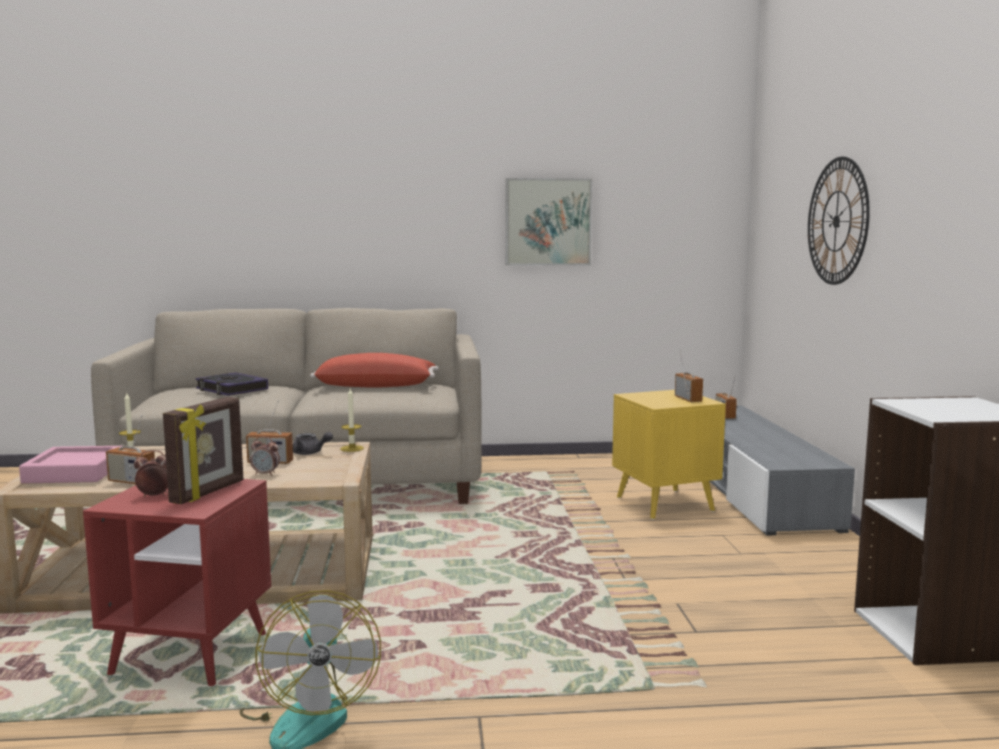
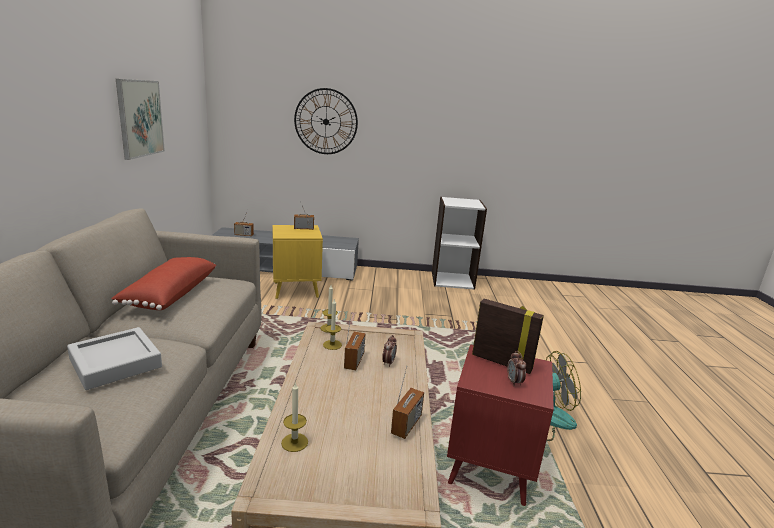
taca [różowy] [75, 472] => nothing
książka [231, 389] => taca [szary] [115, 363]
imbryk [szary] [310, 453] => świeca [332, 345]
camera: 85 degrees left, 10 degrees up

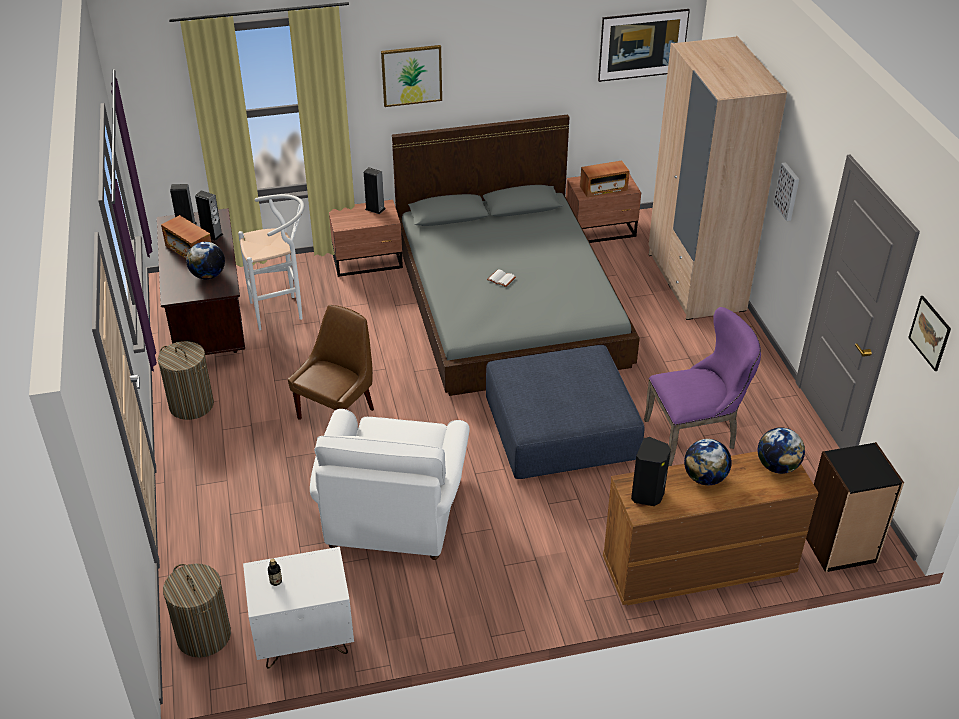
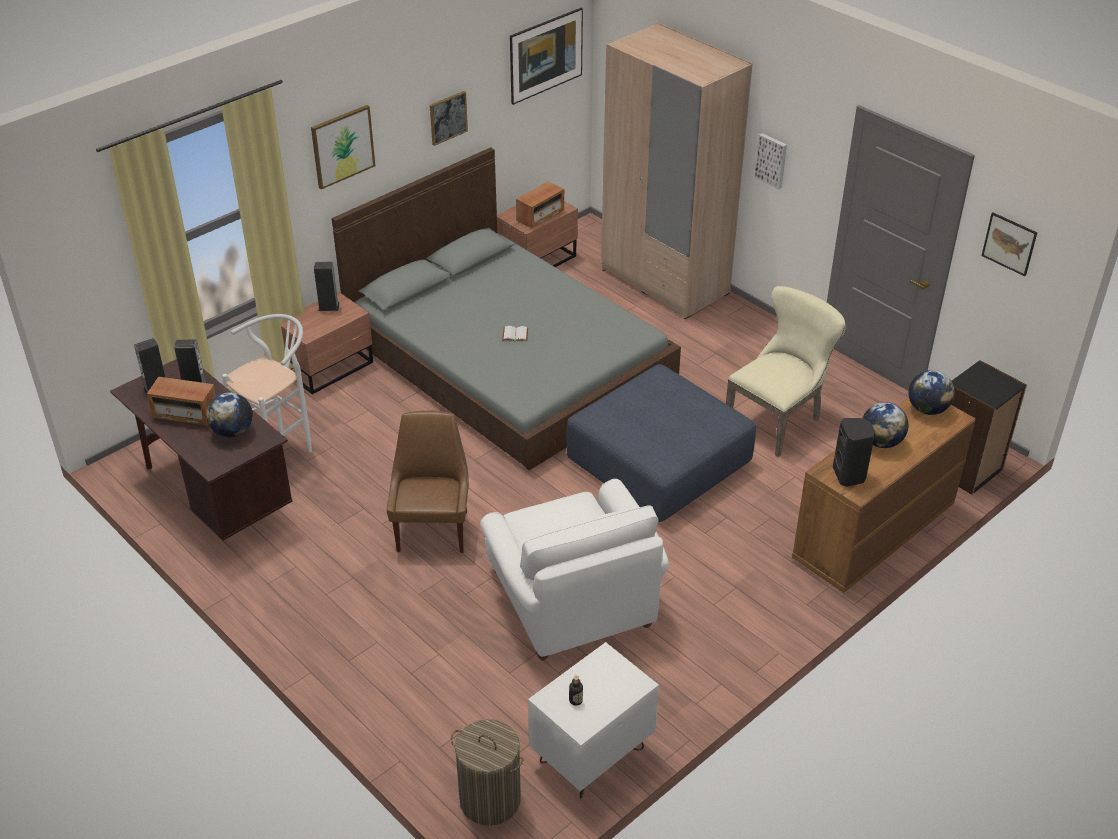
kosz na pranie [191, 405] => nothing
nothing => obraz [448, 117]
krzesło [fioletowy] [696, 435] => krzesło [beżowy] [778, 420]
camera: 30 degrees left, 0 degrees up

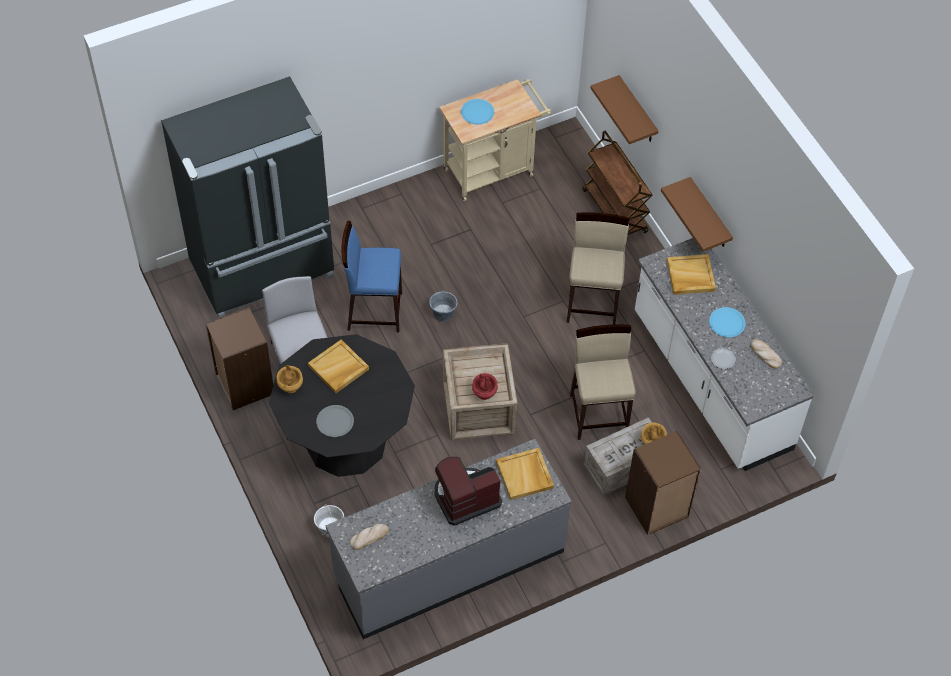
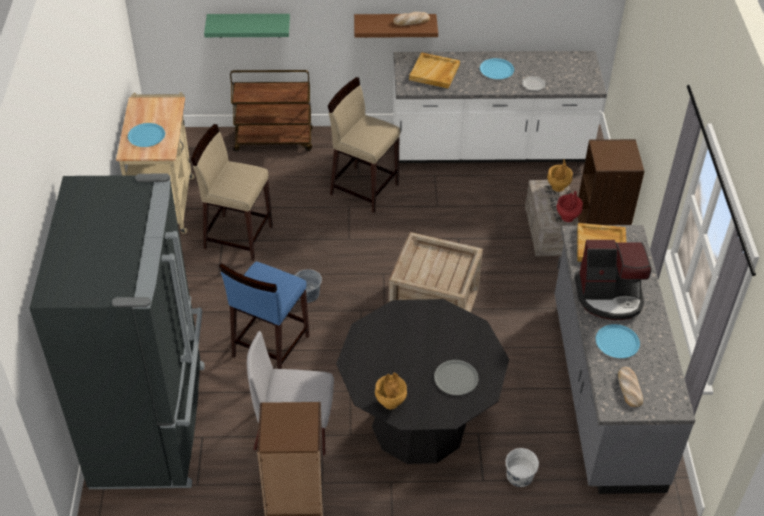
taca [beżowy] [338, 368] => nothing
nothing => talerz [niebieski] [617, 342]
wazon [czerwony] [484, 394] => wazon [czerwony] [567, 217], move
stołek [beżowy] [599, 414] => stołek [beżowy] [238, 236], move
chleb [765, 354] => chleb [411, 21], move
półka [brązowy] [637, 111] => półka [zielony] [249, 25]
ekspres do kawy [465, 497] => ekspres do kawy [609, 296], 90 degrees counterclockwise
camera: 65 degrees left, 10 degrees down

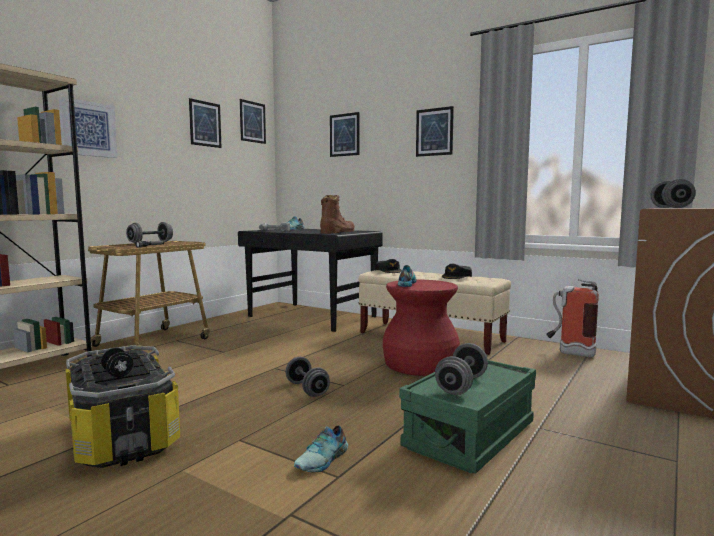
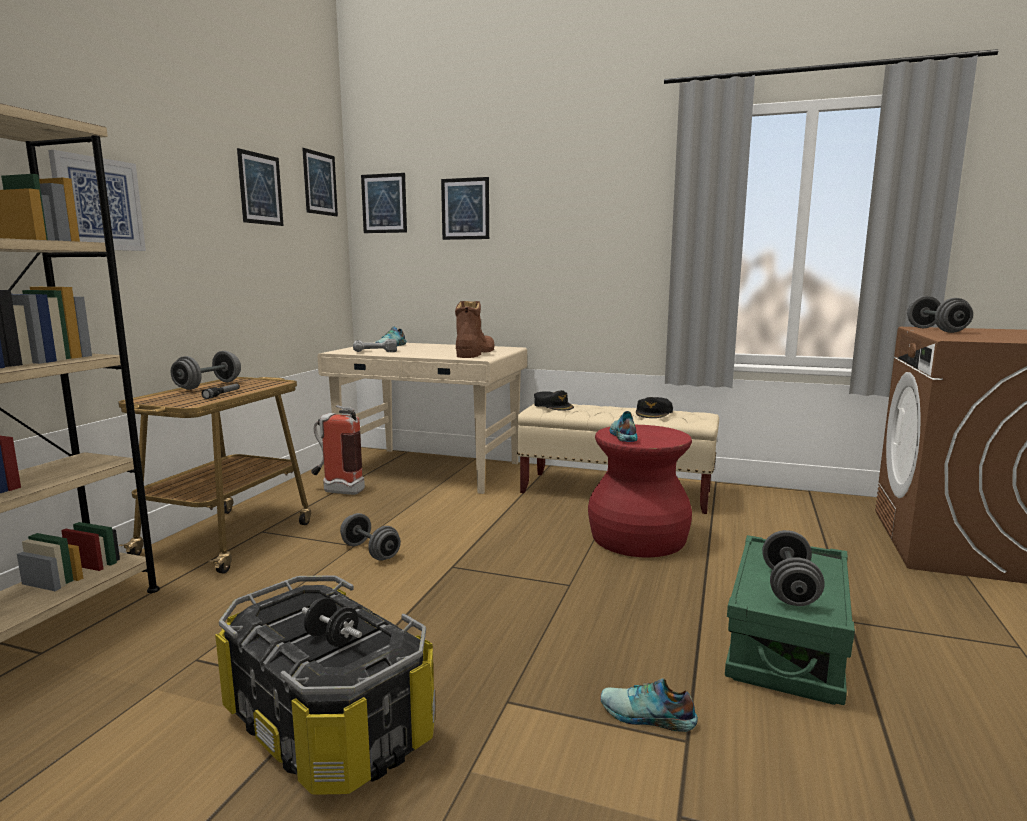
hantel [szary] [307, 389] => hantel [szary] [370, 551], move
obraz [434, 132] => obraz [384, 203], move
gaśnica [569, 353] => gaśnica [337, 491], move
biurko [czarny] [311, 317] => biurko [beżowy] [430, 470]
but [323, 460] => but [647, 716], 90 degrees clockwise
camera: 15 degrees left, 5 degrees up

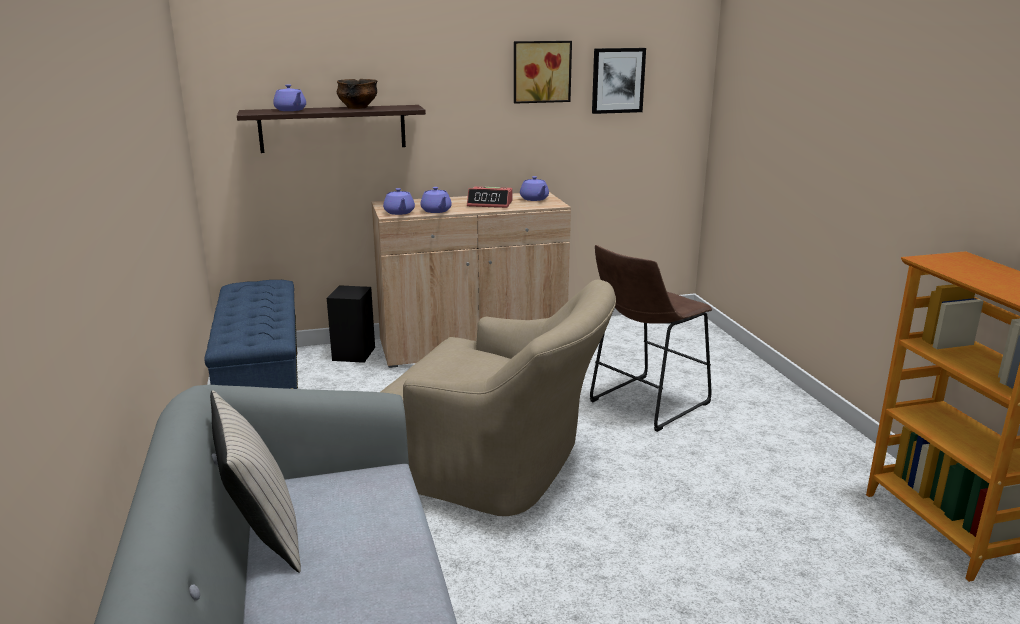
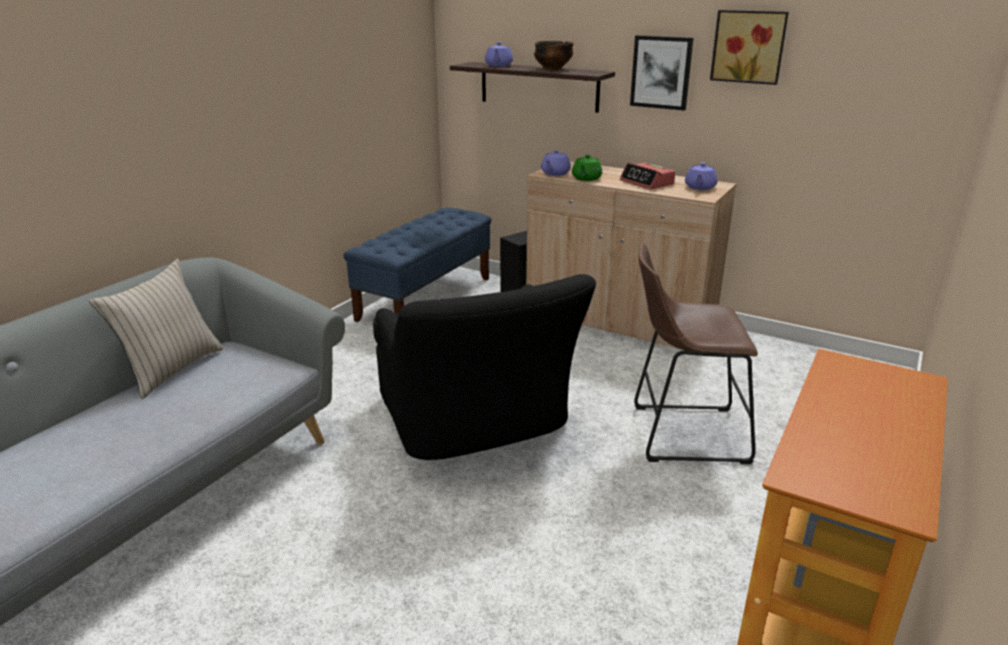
obraz [617, 80] => obraz [661, 72], move
fotel [beżowy] [501, 466] => fotel [czarny] [477, 421]
imbryk [fioletowy] [436, 211] => imbryk [zielony] [586, 178]
camera: 45 degrees right, 5 degrees up

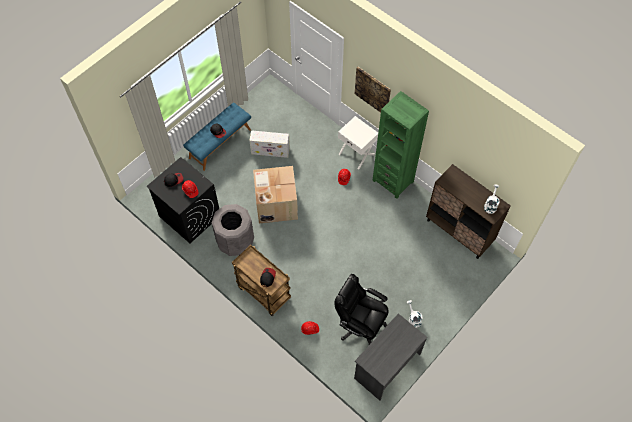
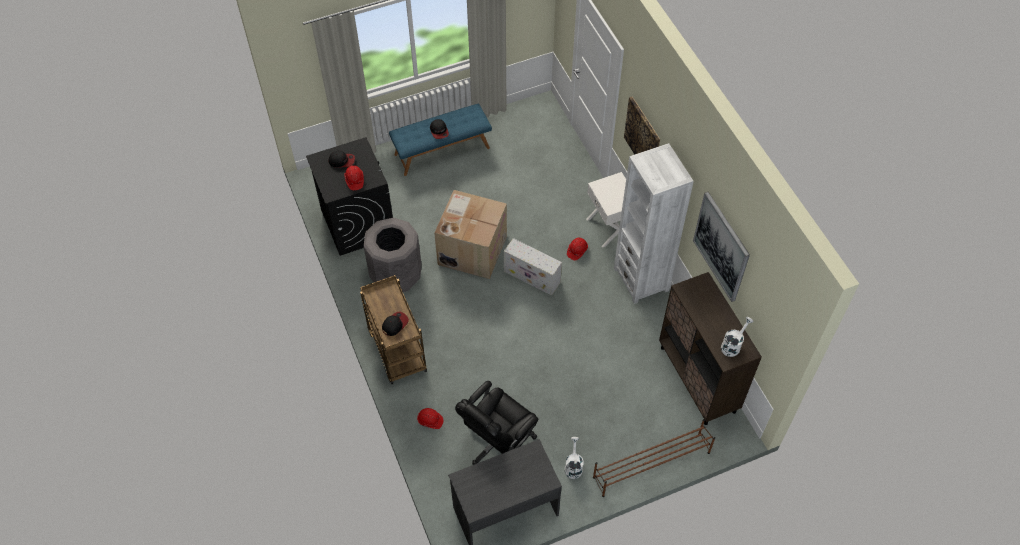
nothing => regał na buty [brązowy] [651, 465]
nothing => obraz [721, 246]
pojemnik do przechowywania [biały] [271, 150] => pojemnik do przechowywania [biały] [533, 277], move
regał [zielony] [393, 181] => regał [biały] [641, 279]
krzesło biurowe [czarny] [360, 324] => krzesło biurowe [czarny] [498, 443], 105 degrees counterclockwise
camera: 25 degrees right, 5 degrees down

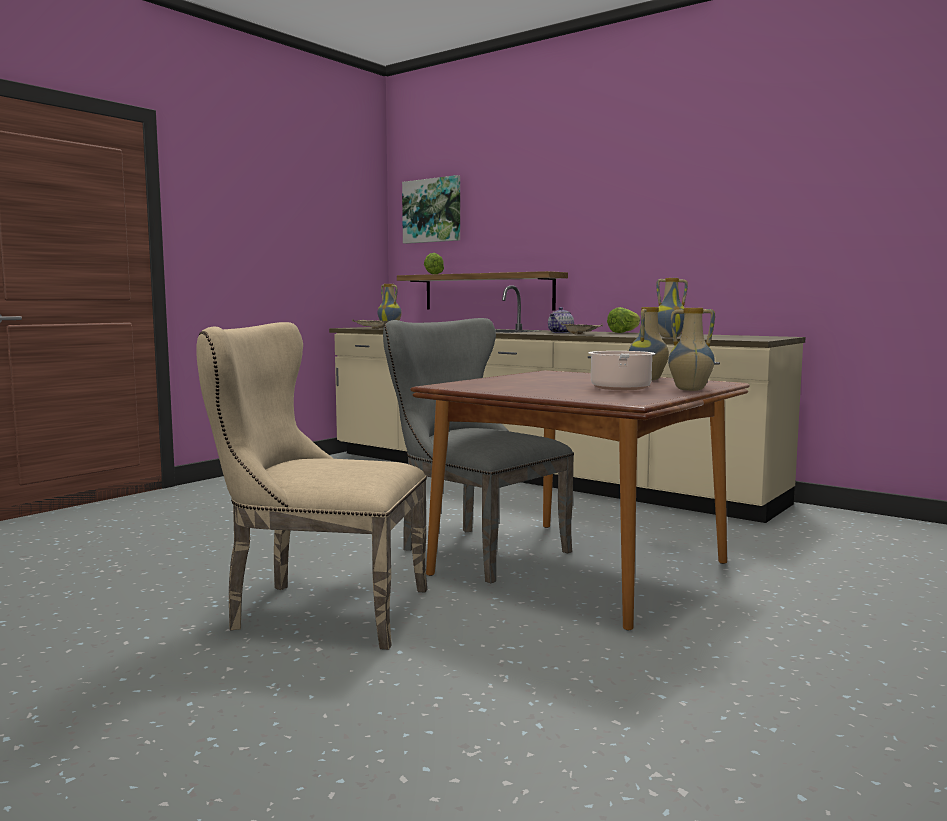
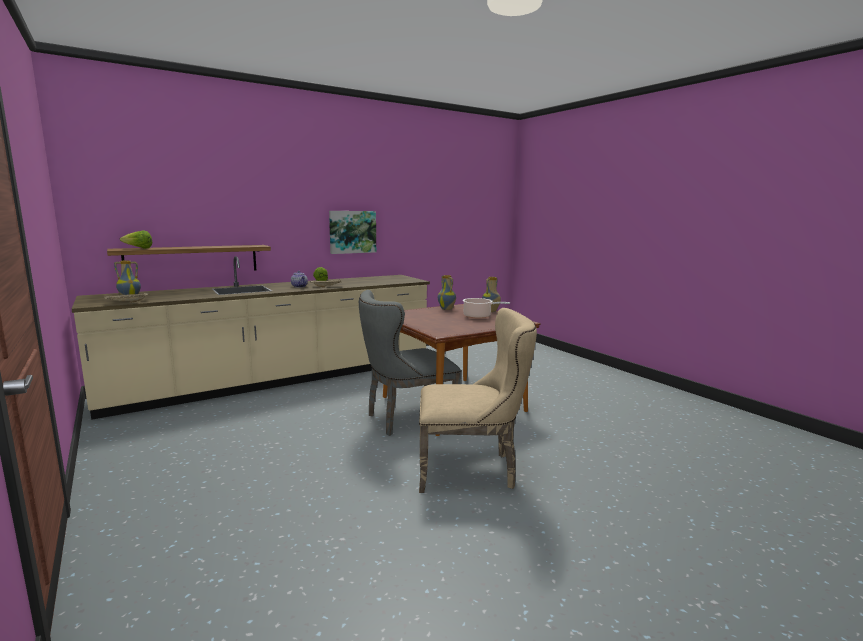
wazon [670, 337] => nothing
obraz [432, 210] => obraz [352, 232], move
krzesło [beżowy] [317, 611] => krzesło [beżowy] [472, 470], 120 degrees counterclockwise
camera: 70 degrees left, 5 degrees up

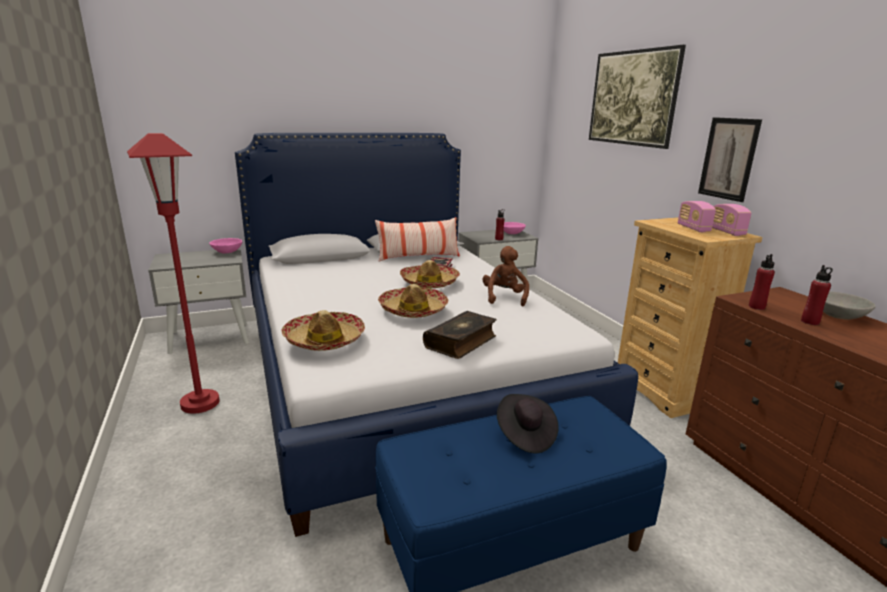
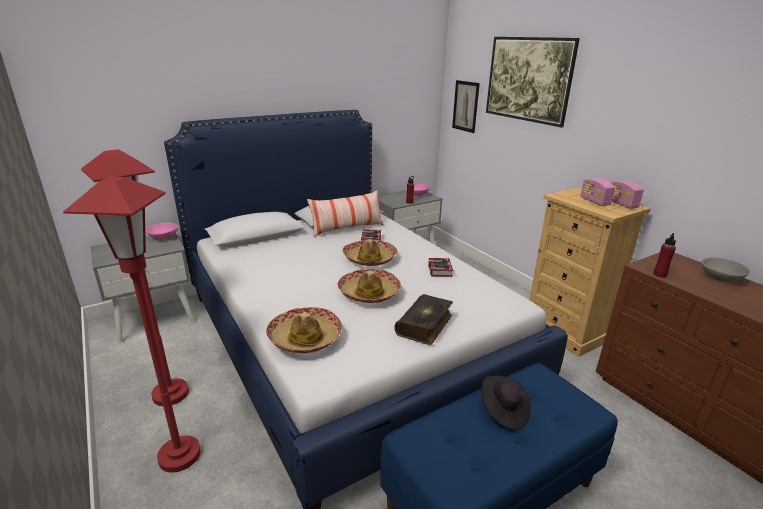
butelka [czerwony] [810, 322] => nothing
nothing => lampa stojąca [czerwony] [179, 455]
obraz [728, 158] => obraz [465, 106], move
pluszak [brązowy] [504, 297] => książka [440, 269]
camera: 10 degrees left, 5 degrees up

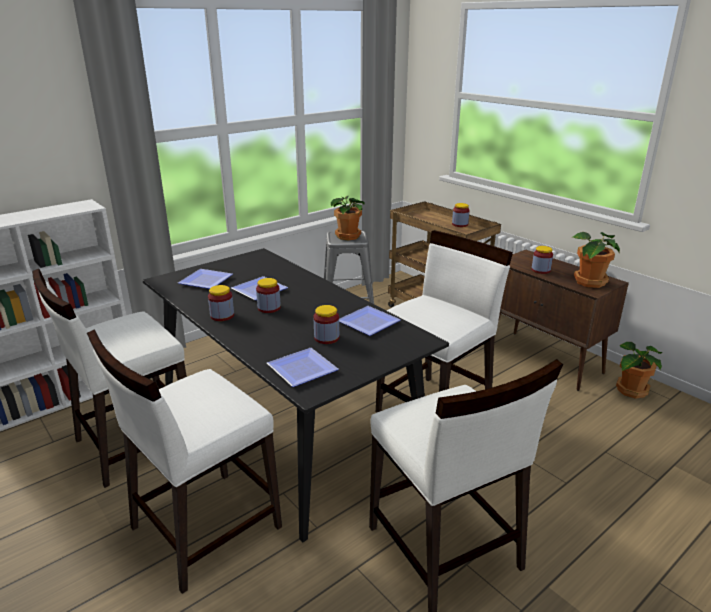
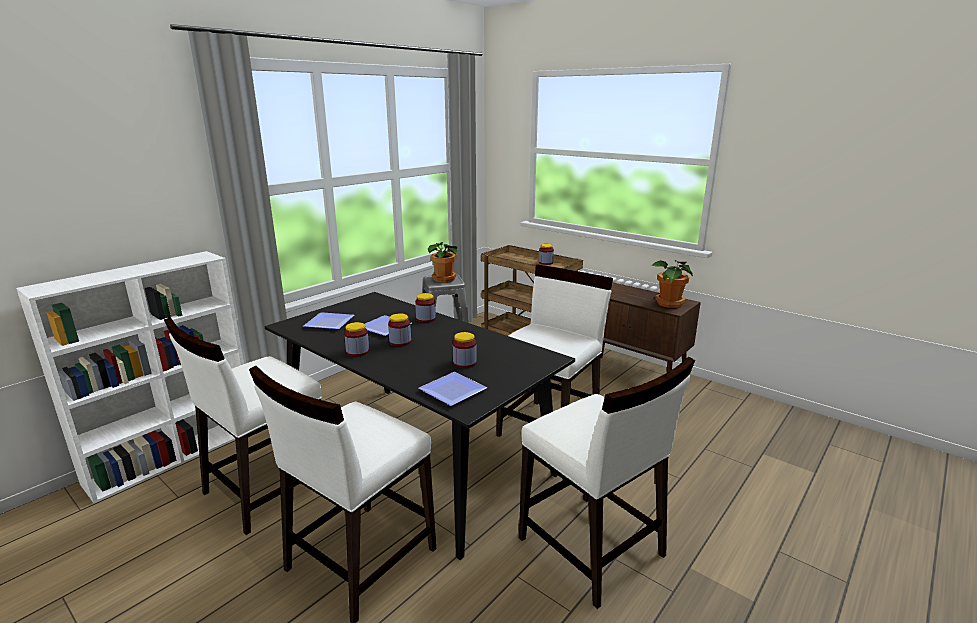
talerz [366, 323] => nothing
roślina doniczkowa [630, 390] => nothing
słoik [540, 270] => słoik [426, 319], move
camera: 10 degrees left, 5 degrees down

